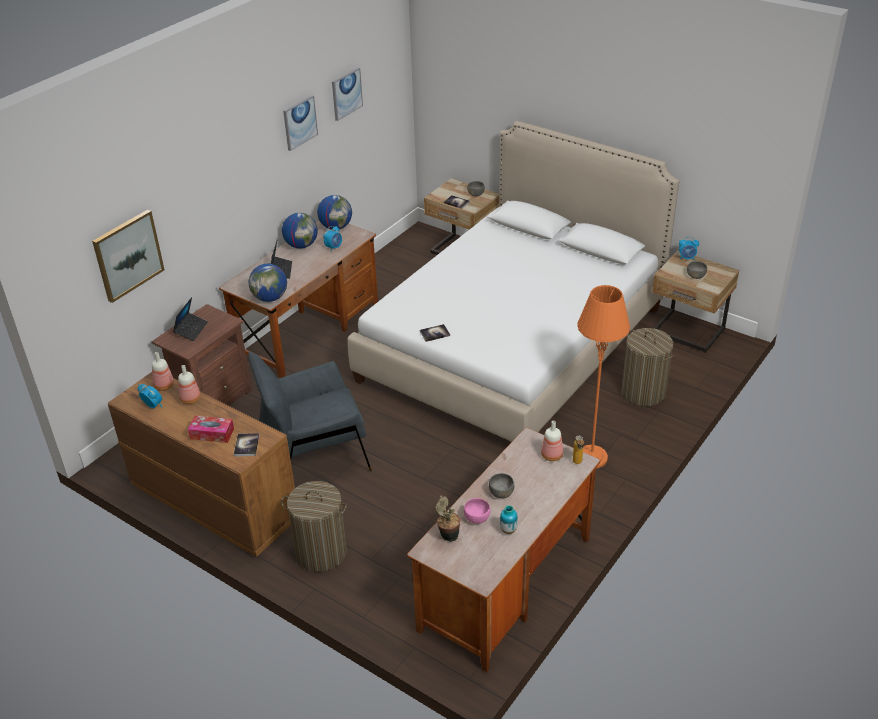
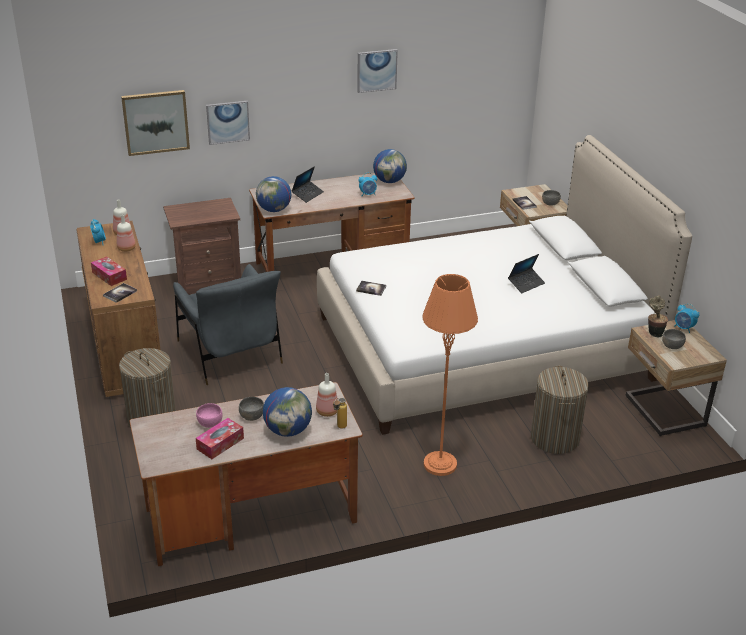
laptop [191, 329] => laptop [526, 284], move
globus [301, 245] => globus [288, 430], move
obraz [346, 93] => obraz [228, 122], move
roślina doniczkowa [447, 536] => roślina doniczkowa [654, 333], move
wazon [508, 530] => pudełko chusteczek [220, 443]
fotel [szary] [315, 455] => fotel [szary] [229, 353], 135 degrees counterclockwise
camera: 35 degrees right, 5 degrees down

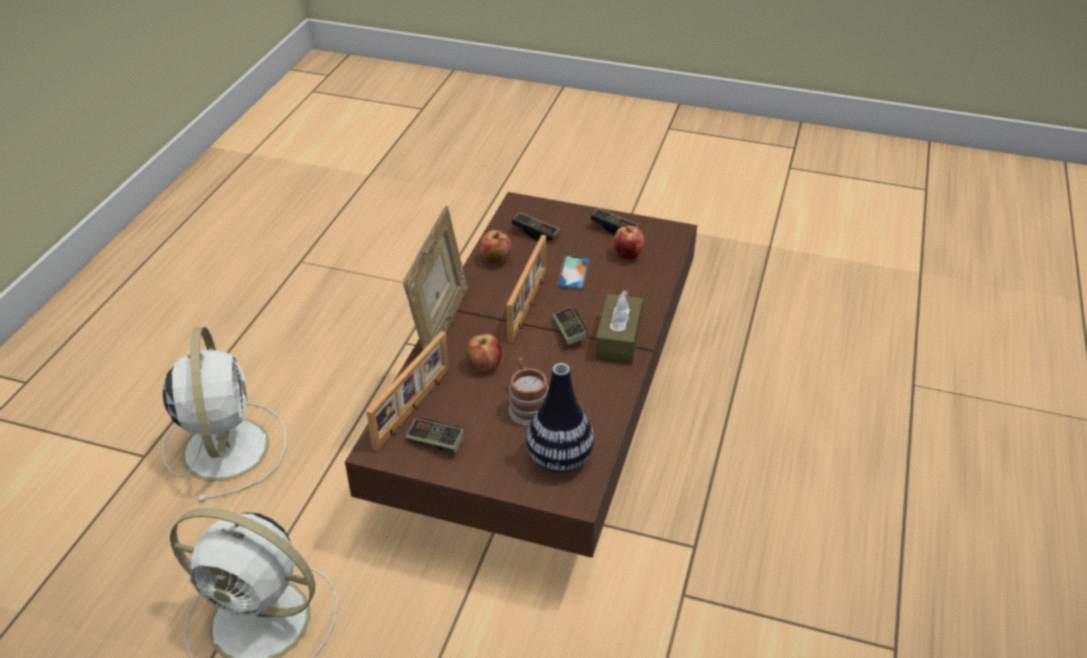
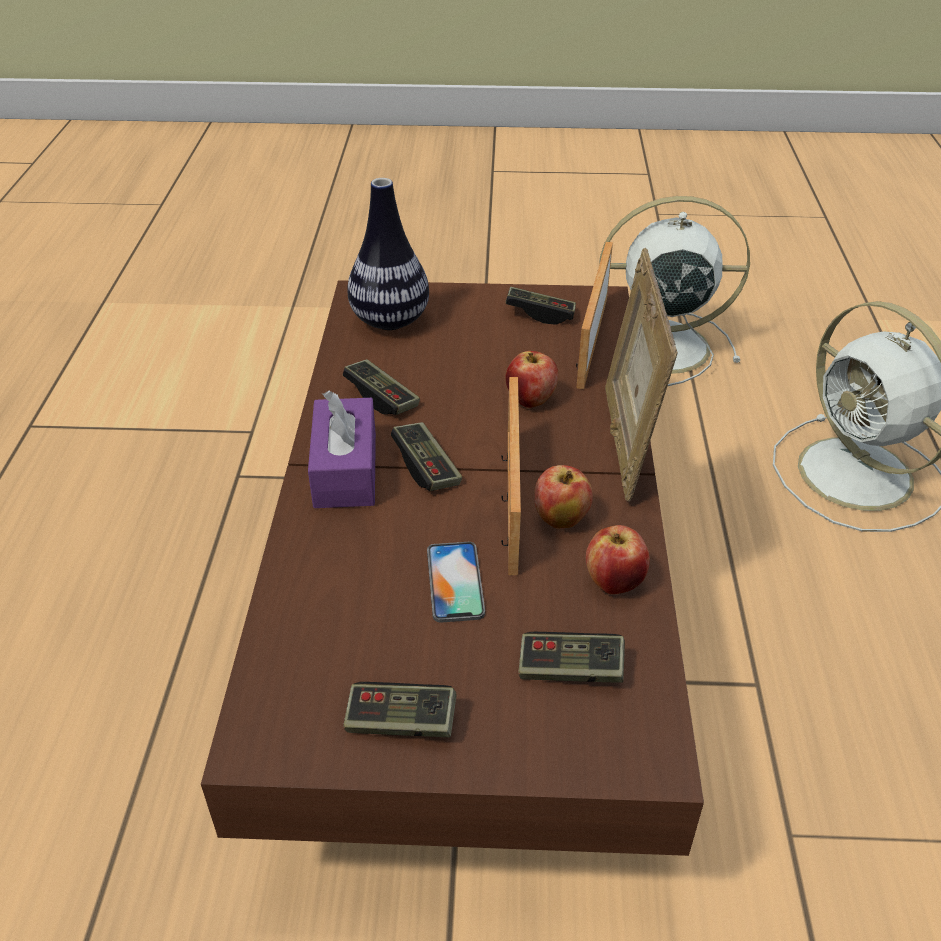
kubek [527, 406] => nothing
nothing => pad do gier [382, 398]
jabłko [628, 255] => jabłko [560, 519], move
pudełko chusteczek [brązowy] [618, 340] => pudełko chusteczek [fioletowy] [345, 470]
camera: 165 degrees right, 0 degrees up

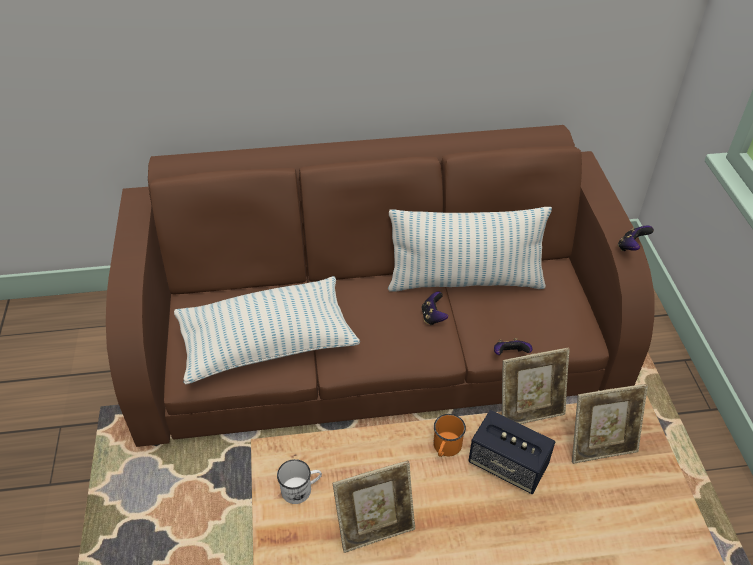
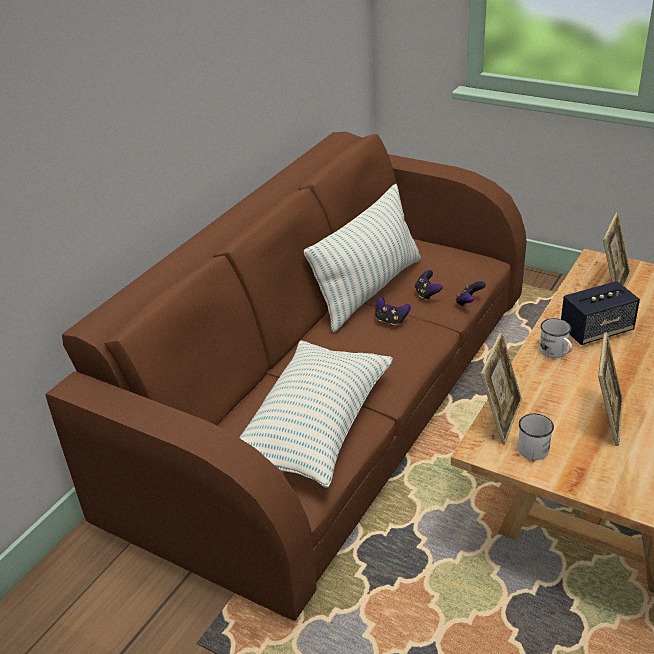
ramka na zdjęcie [529, 410] => ramka na zdjęcie [499, 418], move
pad do gier [631, 247] => pad do gier [427, 294], move
kubek [pomarańczowy] [445, 448] => kubek [biały] [556, 353]
camera: 50 degrees left, 10 degrees down

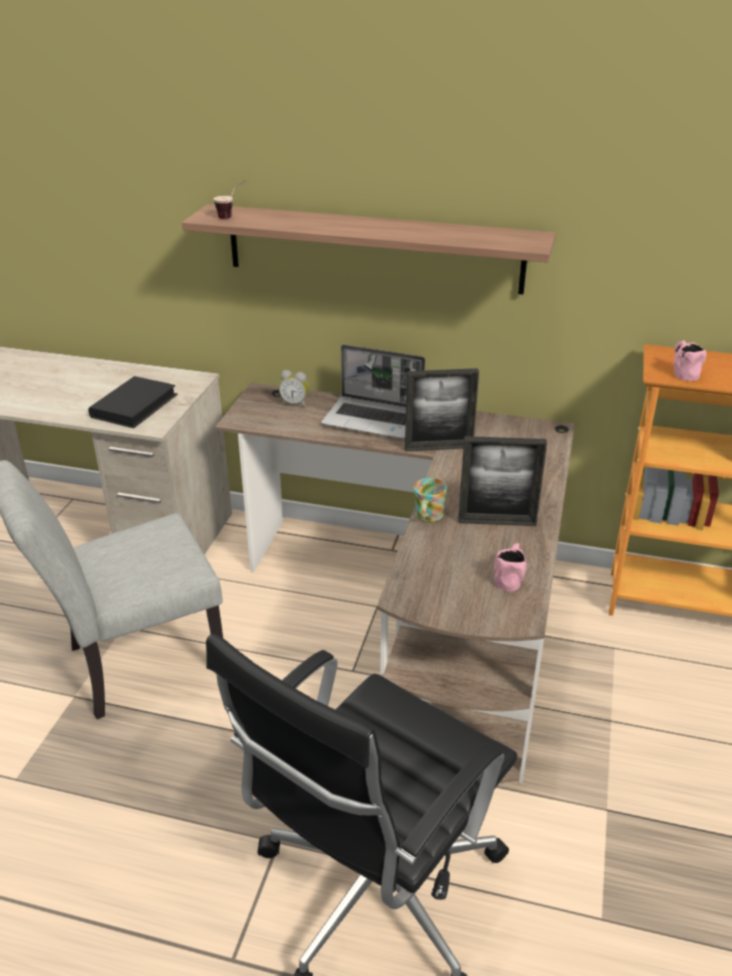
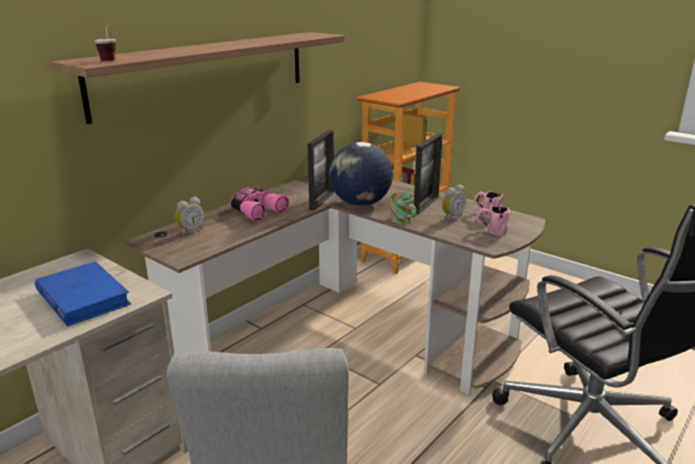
nothing => globus [360, 204]
nothing => budzik [451, 217]
kubek [różowy] [682, 372] => kubek [różowy] [490, 231], move
laptop [374, 419] => lornetka [różowy] [256, 210]
książka [czarny] [134, 406] => książka [niebieski] [83, 297]
camera: 65 degrees left, 10 degrees down

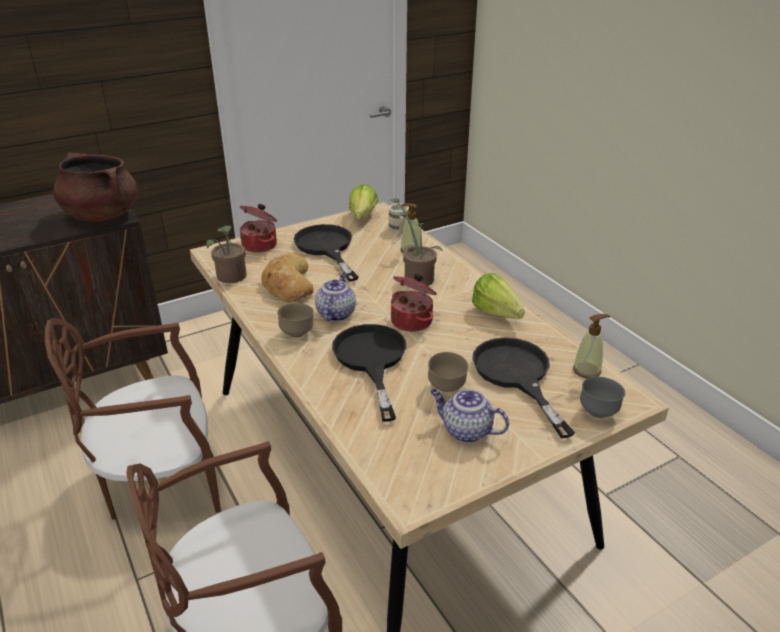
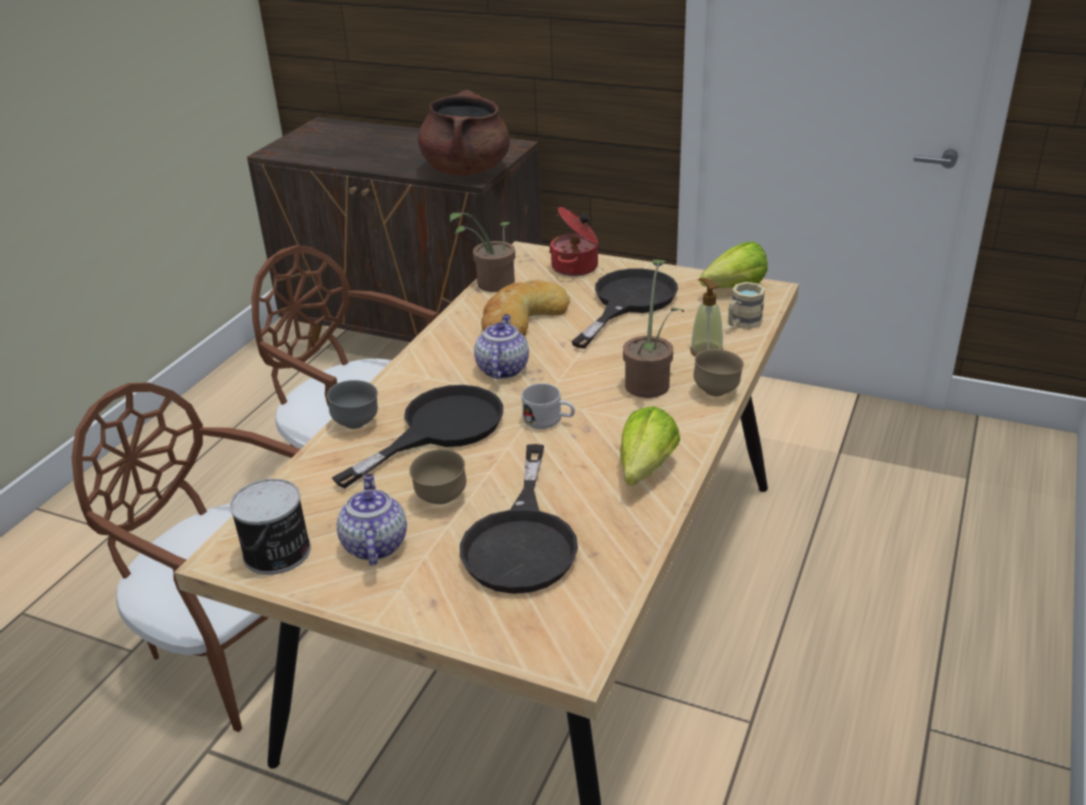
dozownik mydła [587, 370] => nothing
nothing => puszka [277, 553]
miska [brązowy] [297, 334] => miska [brązowy] [716, 392], move
miska [szary] [598, 412] => miska [szary] [357, 424], move
garnek [412, 321] => kubek [biały] [549, 420]
imbryk [335, 313] => imbryk [502, 369], 60 degrees counterclockwise
patelnia [czarny] [516, 375] => patelnia [czarny] [522, 540], 150 degrees clockwise
camera: 55 degrees right, 0 degrees up

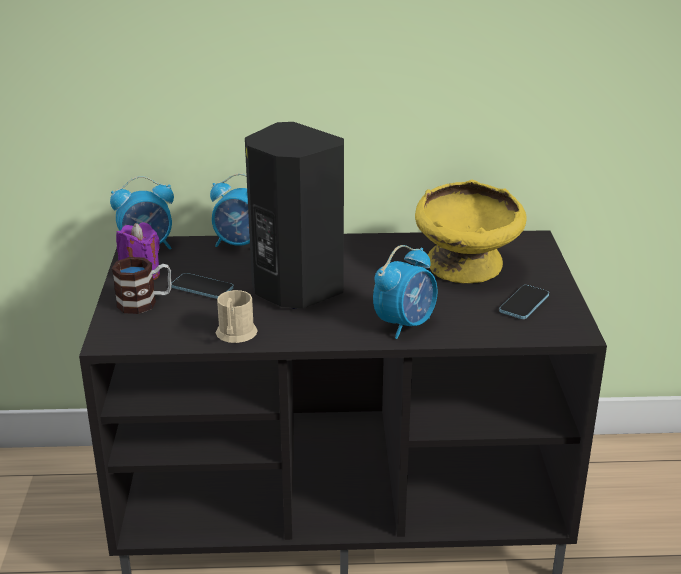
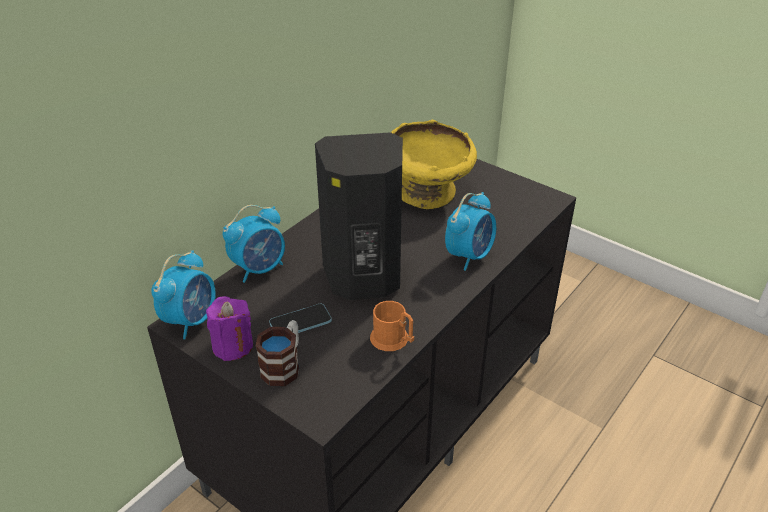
telefon [524, 304] => nothing
kubek [beżowy] [235, 335] => kubek [pomarańczowy] [393, 340]
budzik [405, 324] => budzik [469, 255], 45 degrees clockwise
camera: 50 degrees left, 10 degrees up

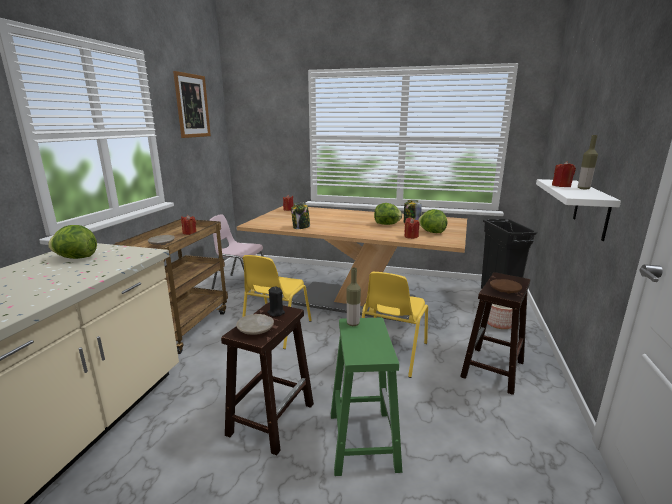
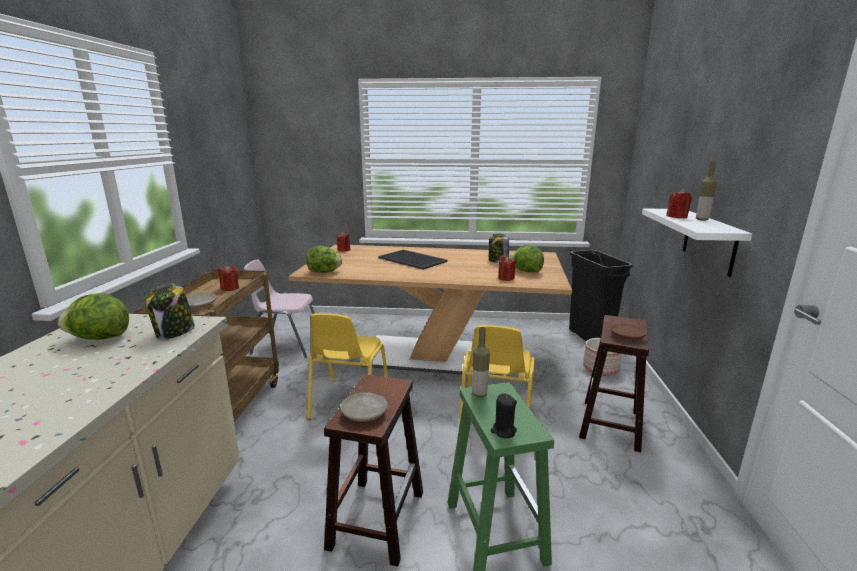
obraz [192, 106] => nothing
nothing => taca [413, 259]
świeca [czarny] [276, 313] => świeca [czarny] [503, 431], move
słoik [301, 227] => słoik [174, 332], move
sałata [387, 224] => sałata [324, 272], move
camera: 10 degrees left, 0 degrees up

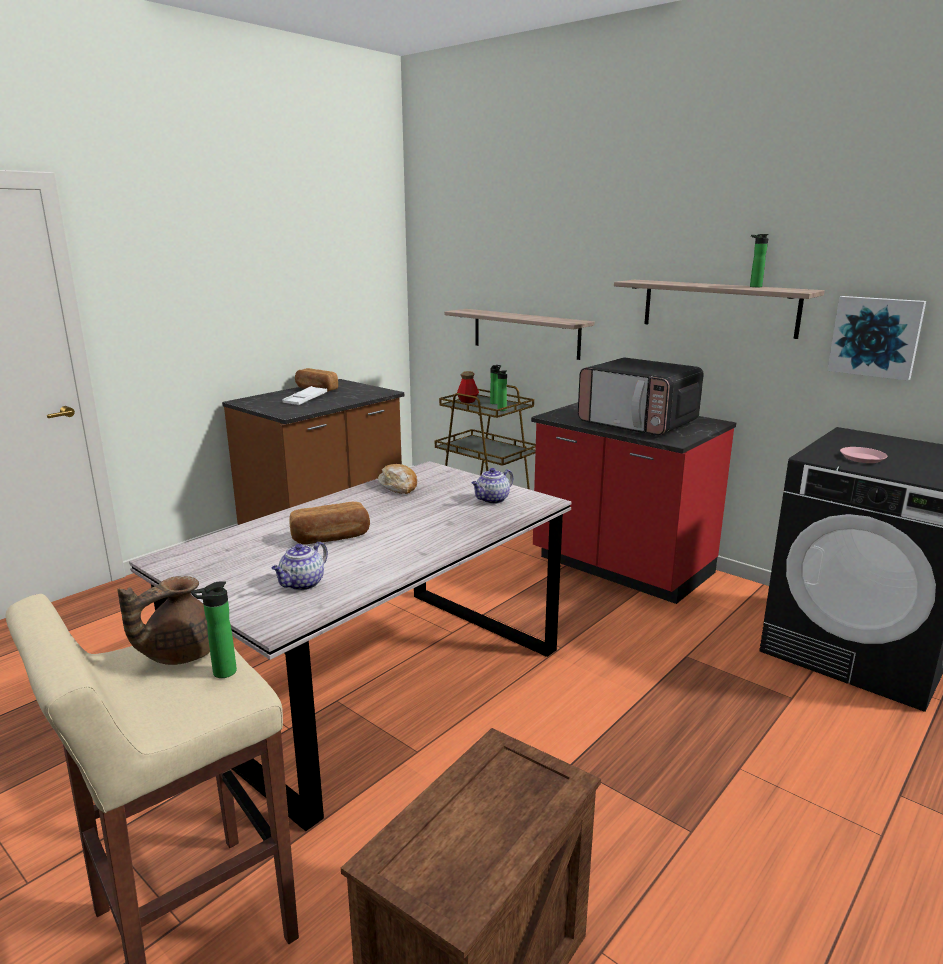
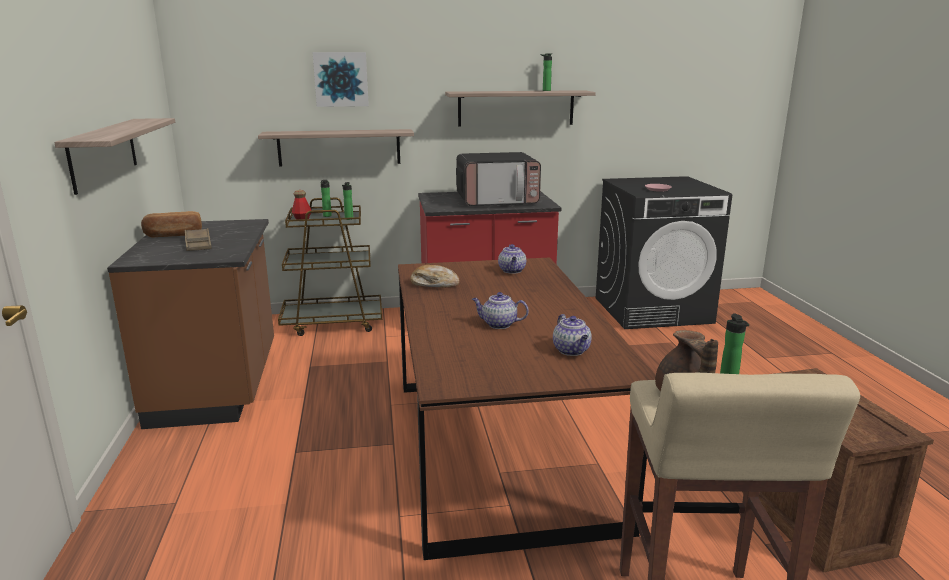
nothing => półka [104, 153]
obraz [875, 336] => obraz [341, 79], move
chleb [330, 537] => imbryk [498, 324]
stół jadalny [szary] [380, 683] => stół jadalny [brązowy] [501, 447]
taca [biały] [305, 399] => taca [brązowy] [198, 244]
camera: 50 degrees left, 0 degrees up

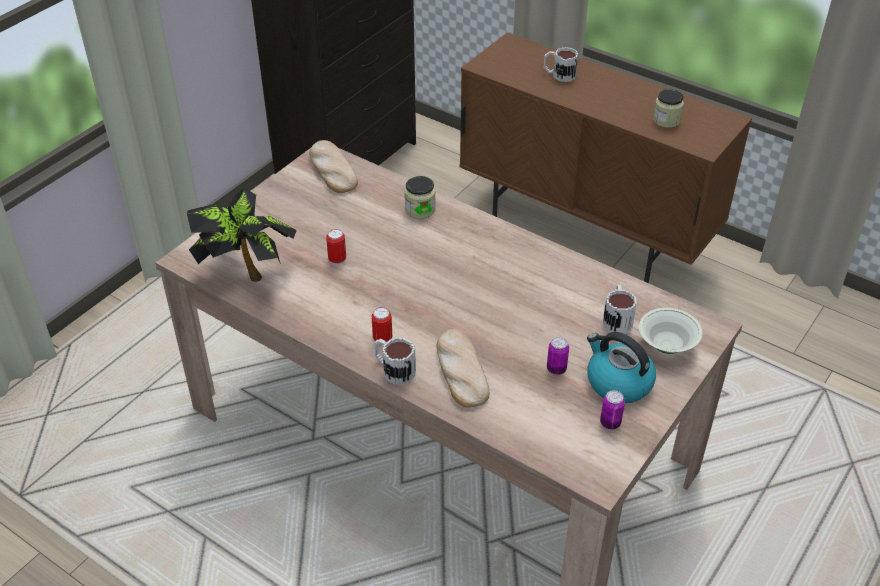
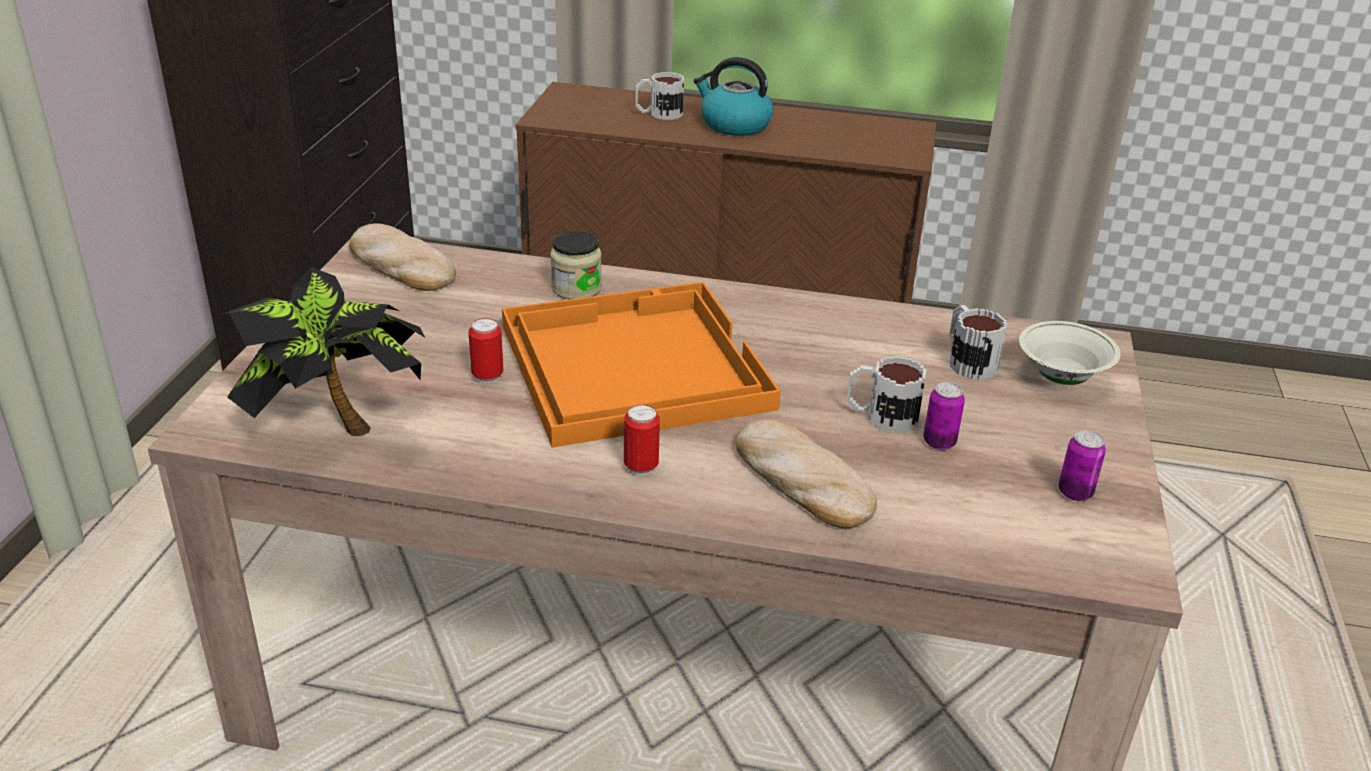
słoik [666, 120] => nothing
nothing => taca [pomarańczowy] [631, 365]
kubek [393, 370] => kubek [881, 416], move
czajnik [618, 382] => czajnik [734, 125], move
camera: 25 degrees left, 10 degrees down

